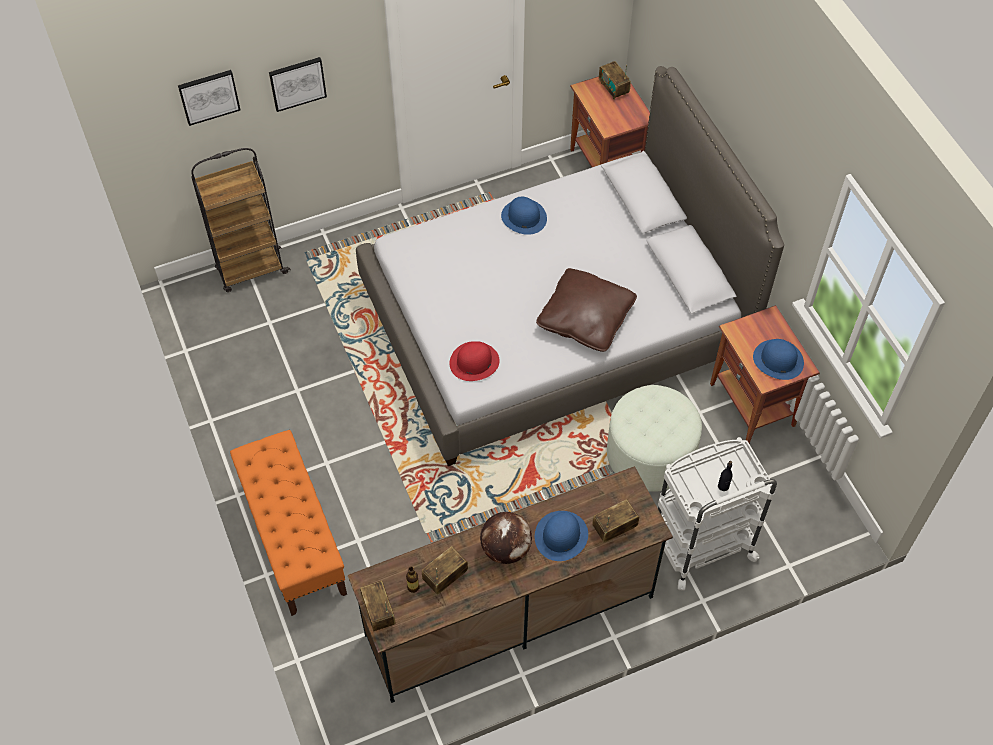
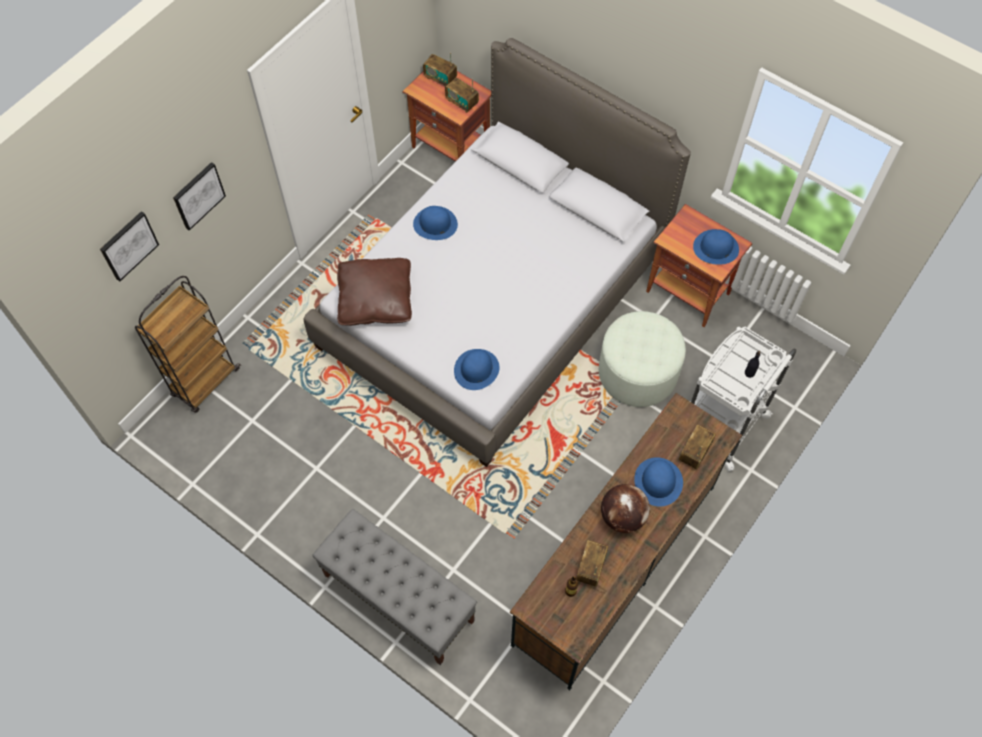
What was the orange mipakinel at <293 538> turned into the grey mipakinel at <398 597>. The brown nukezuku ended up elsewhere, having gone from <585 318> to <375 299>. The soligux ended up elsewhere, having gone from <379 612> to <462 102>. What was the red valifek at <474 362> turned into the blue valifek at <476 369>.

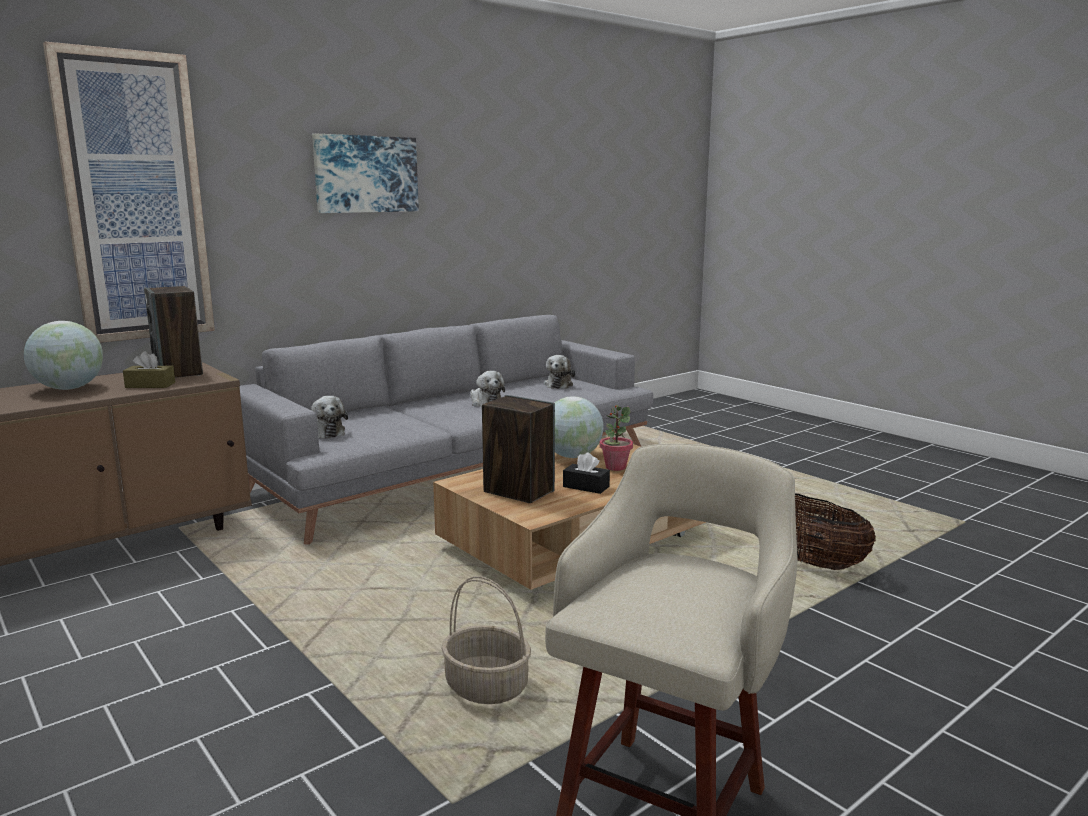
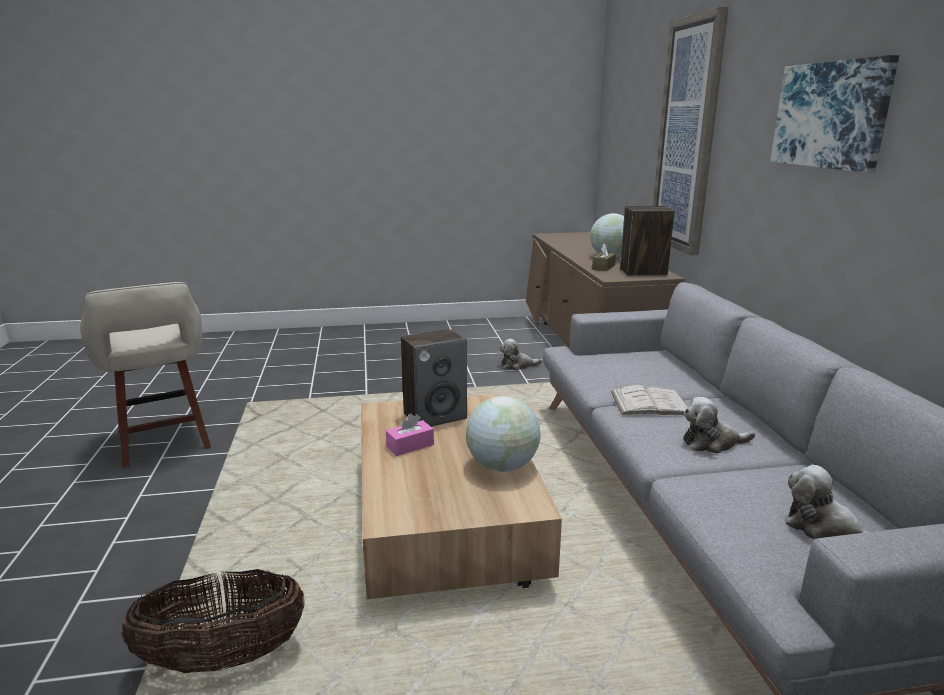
What was the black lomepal at <586 487> turned into the pink lomepal at <410 446>. The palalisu ended up elsewhere, having gone from <326 432> to <517 365>. The second view gained the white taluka at <650 403>. The second view lost the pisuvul at <488 687>. The second view lost the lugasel at <615 467>.

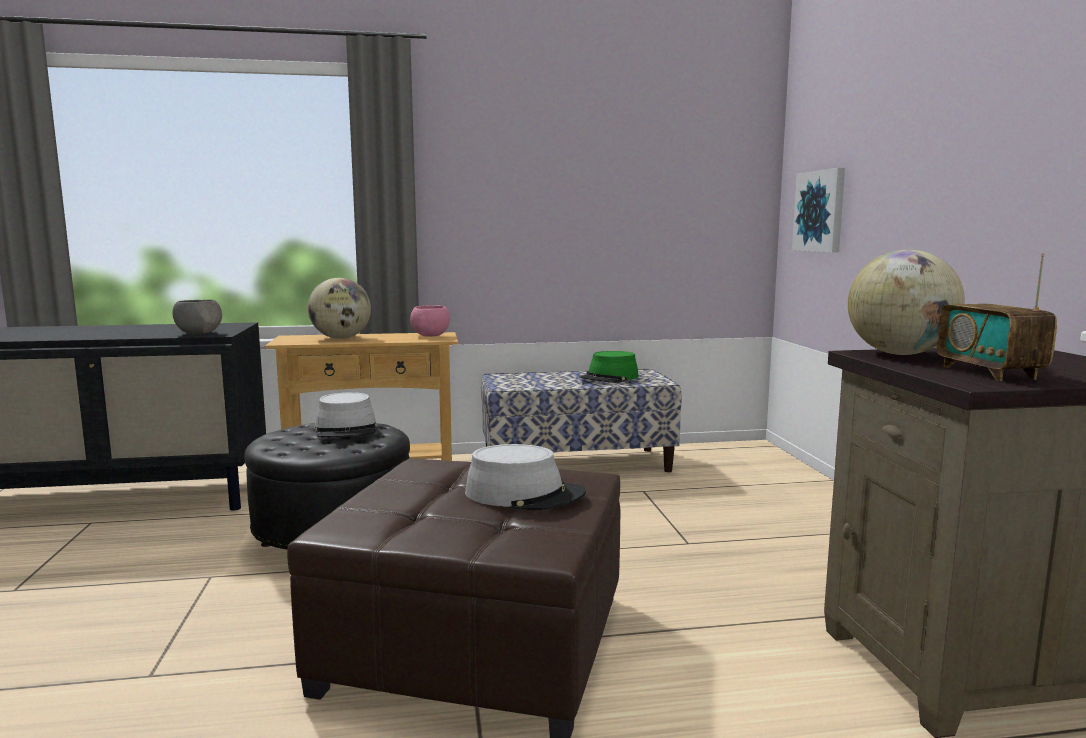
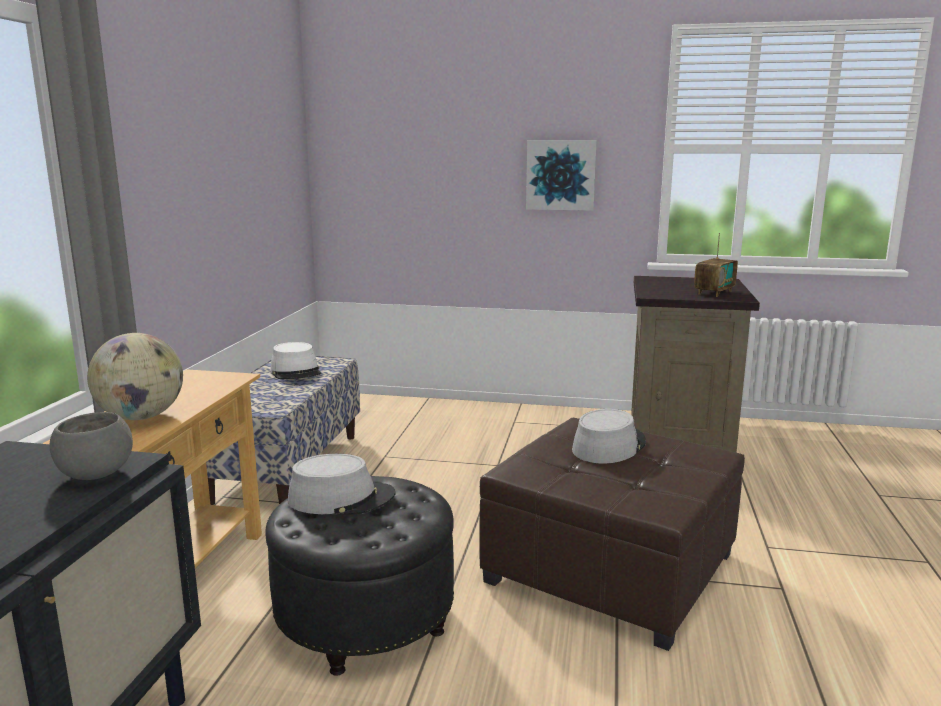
What was the green valifek at <609 378> turned into the white valifek at <296 371>. The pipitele ended up elsewhere, having gone from <820 211> to <560 175>. The soligux at <989 372> ended up facing another way, 60 degrees counterclockwise from before. The second view lost the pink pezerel at <430 336>. The second view lost the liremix at <900 354>.

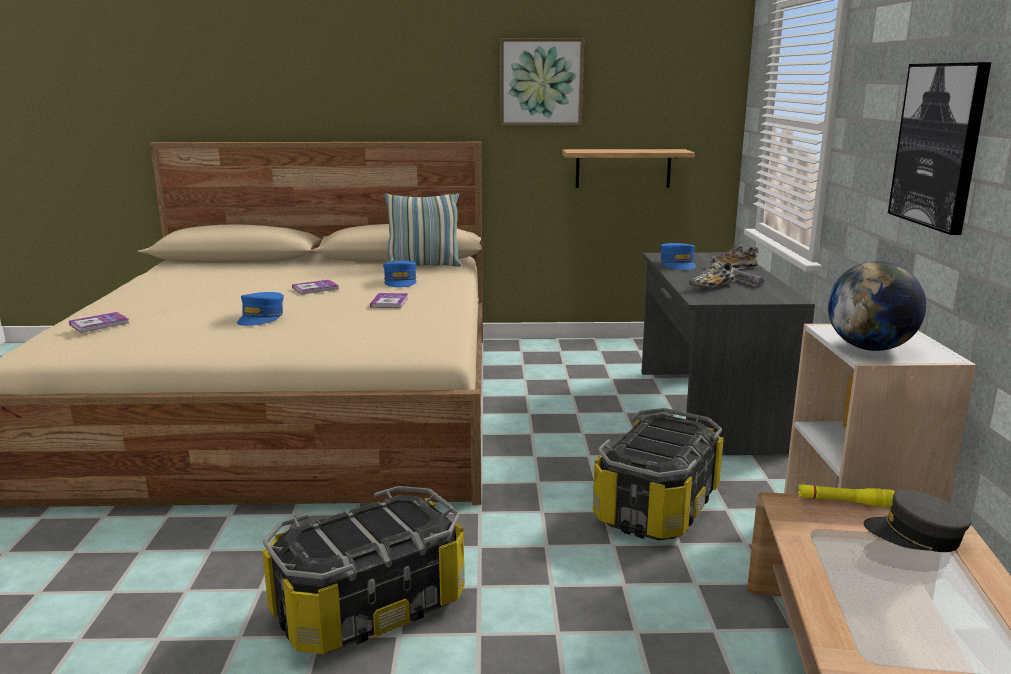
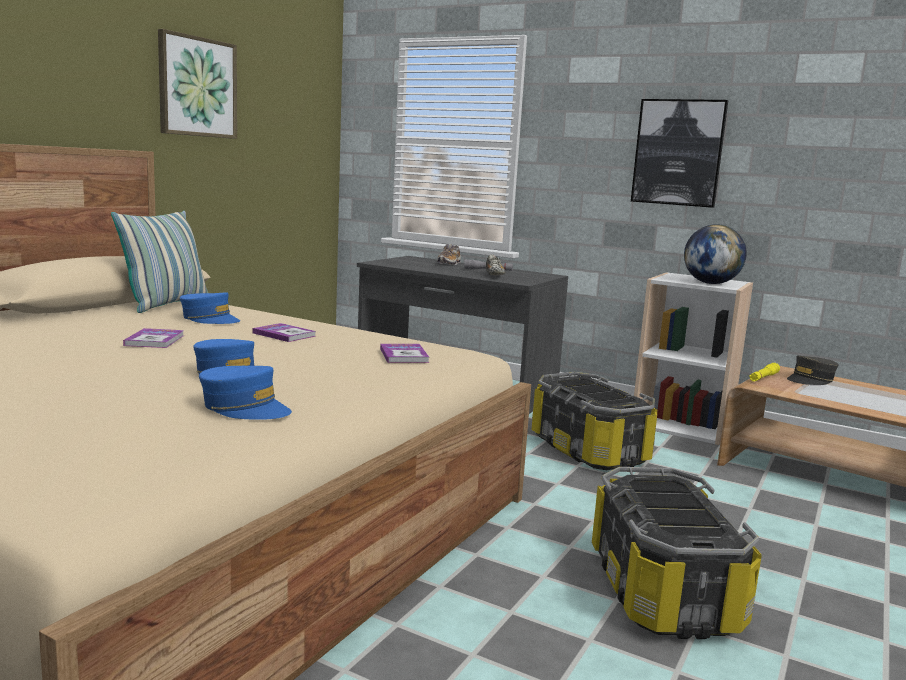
The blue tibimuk ended up elsewhere, having gone from <678 264> to <245 408>. The taluka ended up elsewhere, having gone from <99 324> to <404 355>. The second view lost the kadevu at <623 168>.

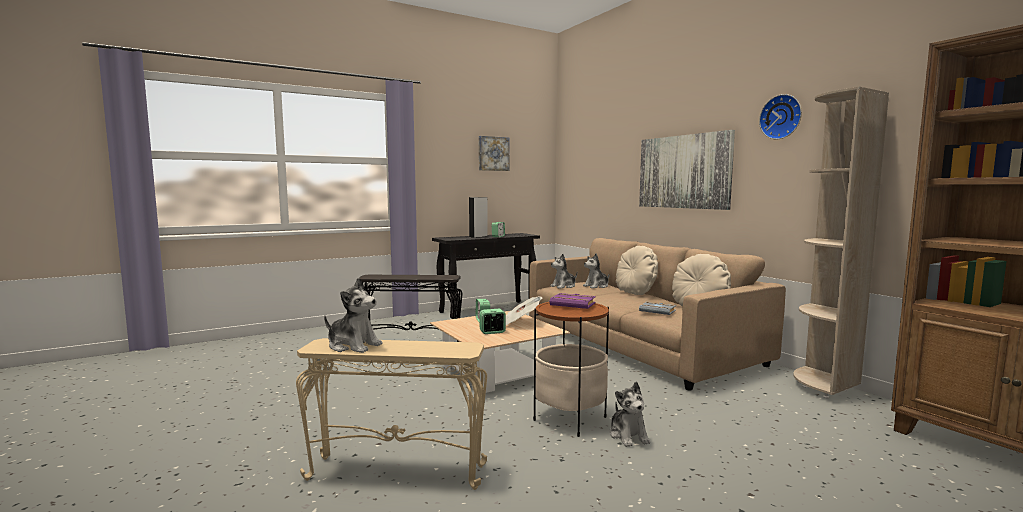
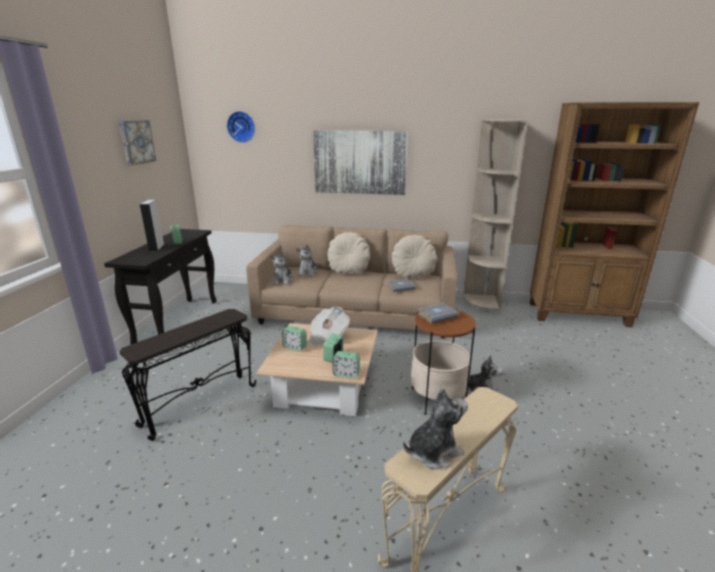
The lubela ended up elsewhere, having gone from <781 117> to <242 127>. The second view gained the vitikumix at <346 374>. What was the purple taluka at <574 304> turned into the grey taluka at <437 315>.

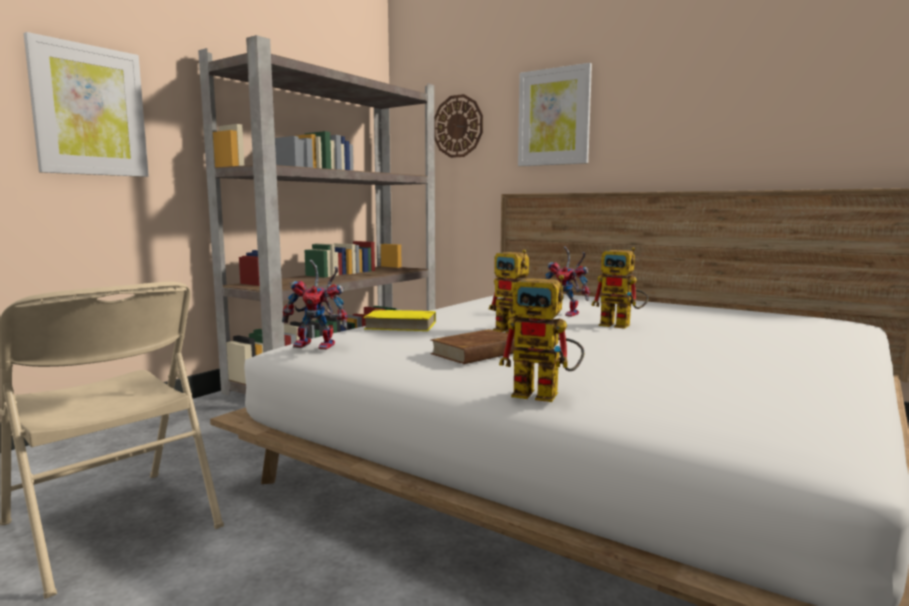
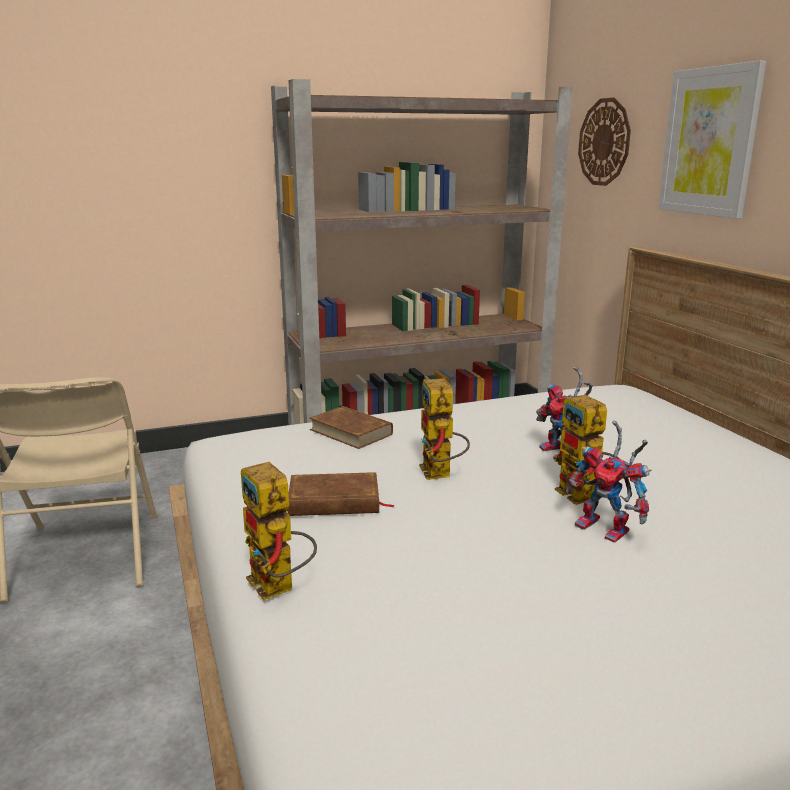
What was the yellow taluka at <400 325> turned into the brown taluka at <351 432>. The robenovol ended up elsewhere, having gone from <319 345> to <608 529>. The second view lost the pipitele at <89 111>.

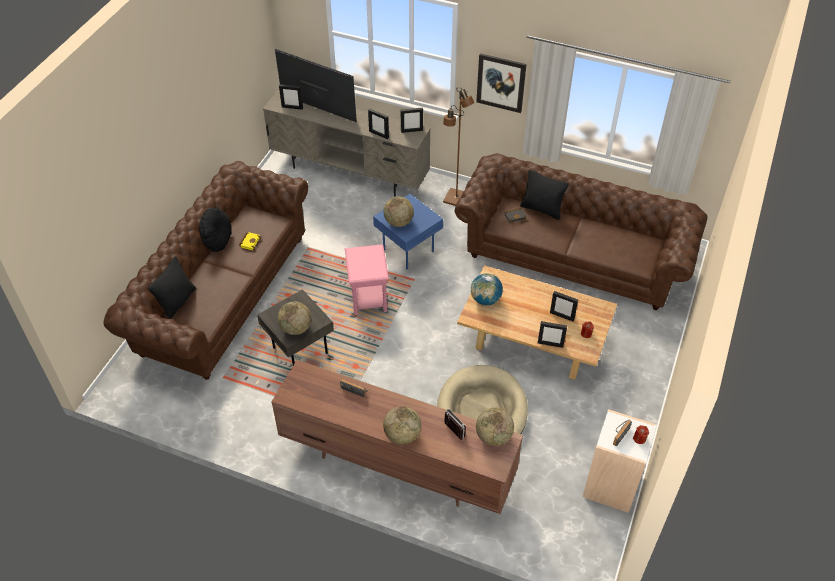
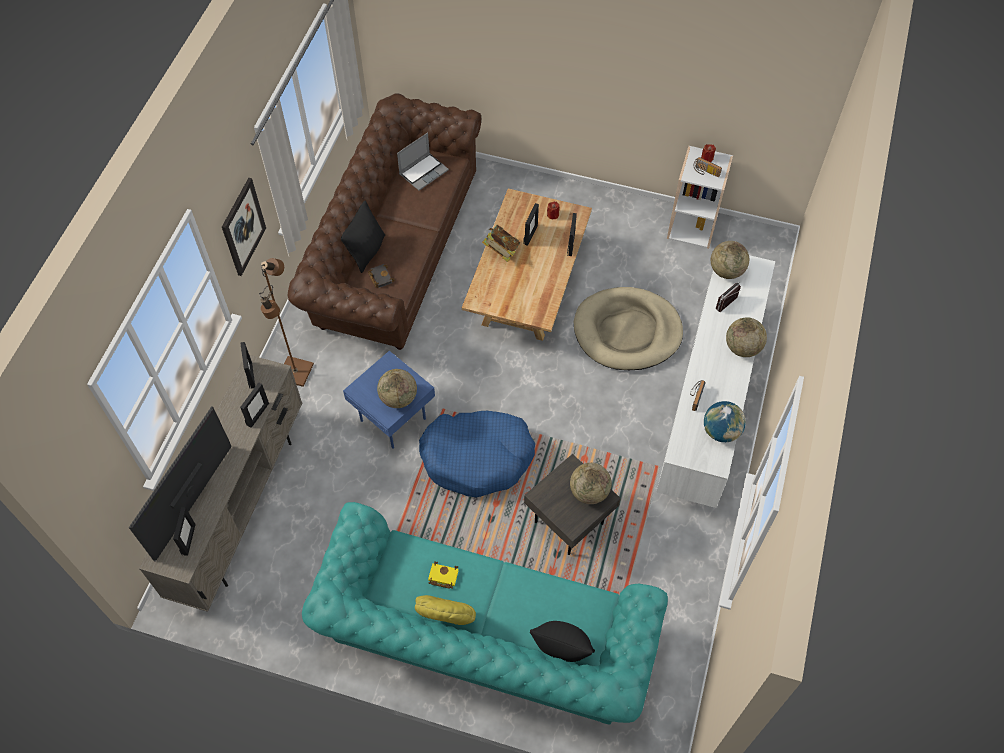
What was the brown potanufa at <220 293> turned into the turquoise potanufa at <484 639>. The second view gained the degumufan at <423 172>. What was the black nukezuku at <218 242> turned into the yellow nukezuku at <446 619>. Where the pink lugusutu stood at <367 298>, the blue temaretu came to stand at <477 457>. The second view gained the taluka at <501 251>. What was the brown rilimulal at <395 466> turned into the white rilimulal at <708 405>. The liremix ended up elsewhere, having gone from <485 299> to <721 431>.

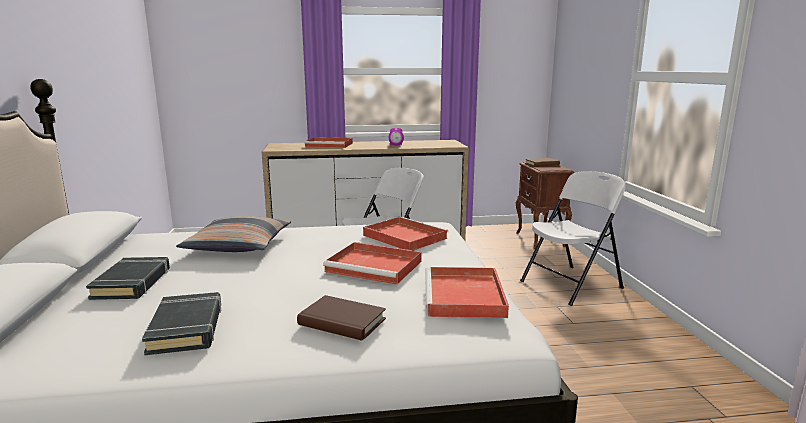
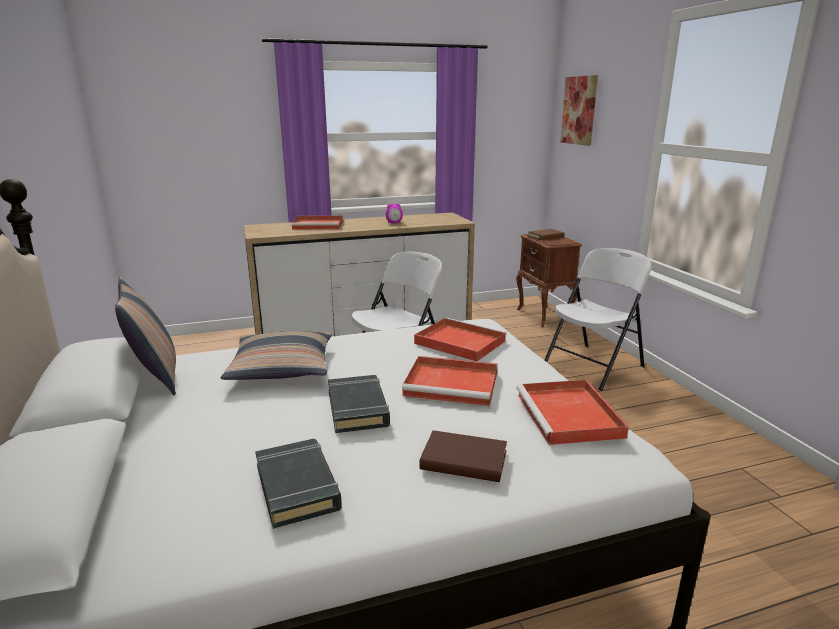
The second view gained the nukezuku at <155 376>. The black taluka ended up elsewhere, having gone from <132 283> to <358 408>. The second view gained the pipitele at <579 110>.

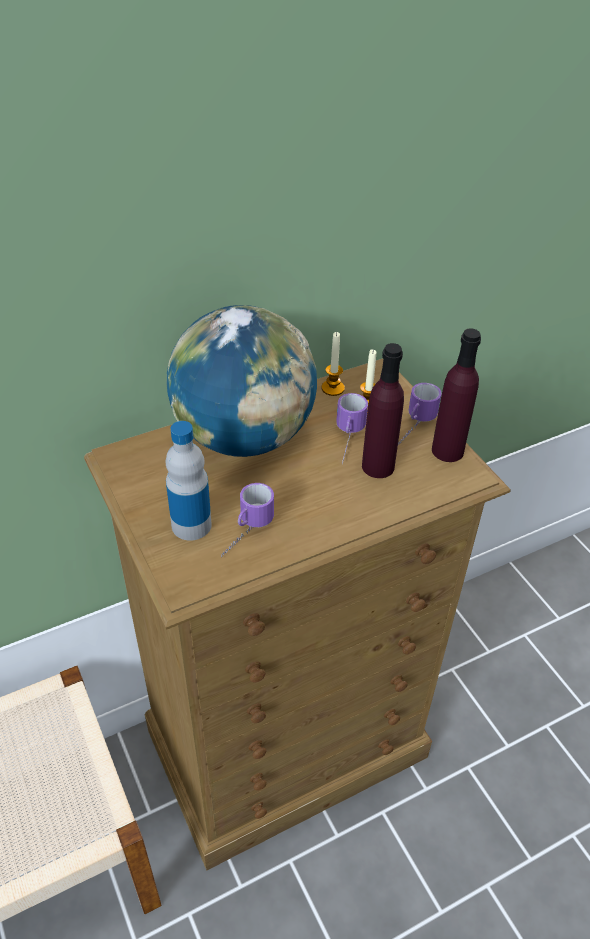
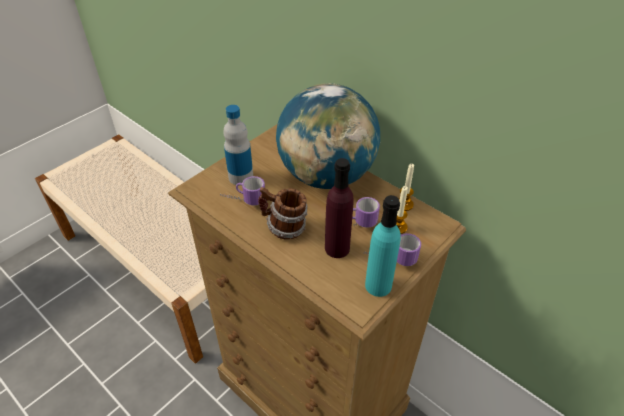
The second view gained the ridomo at <284 228>. What was the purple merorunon at <447 450> turned into the turquoise merorunon at <378 285>.

